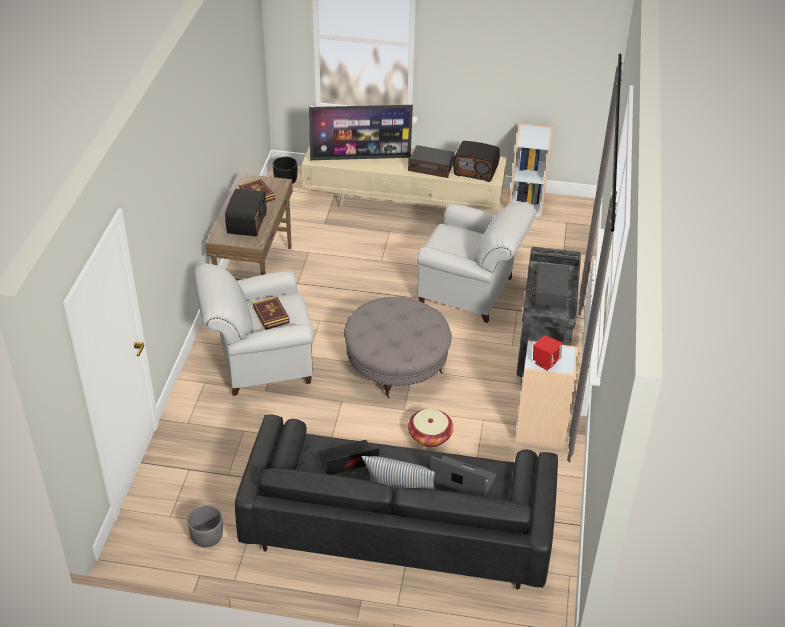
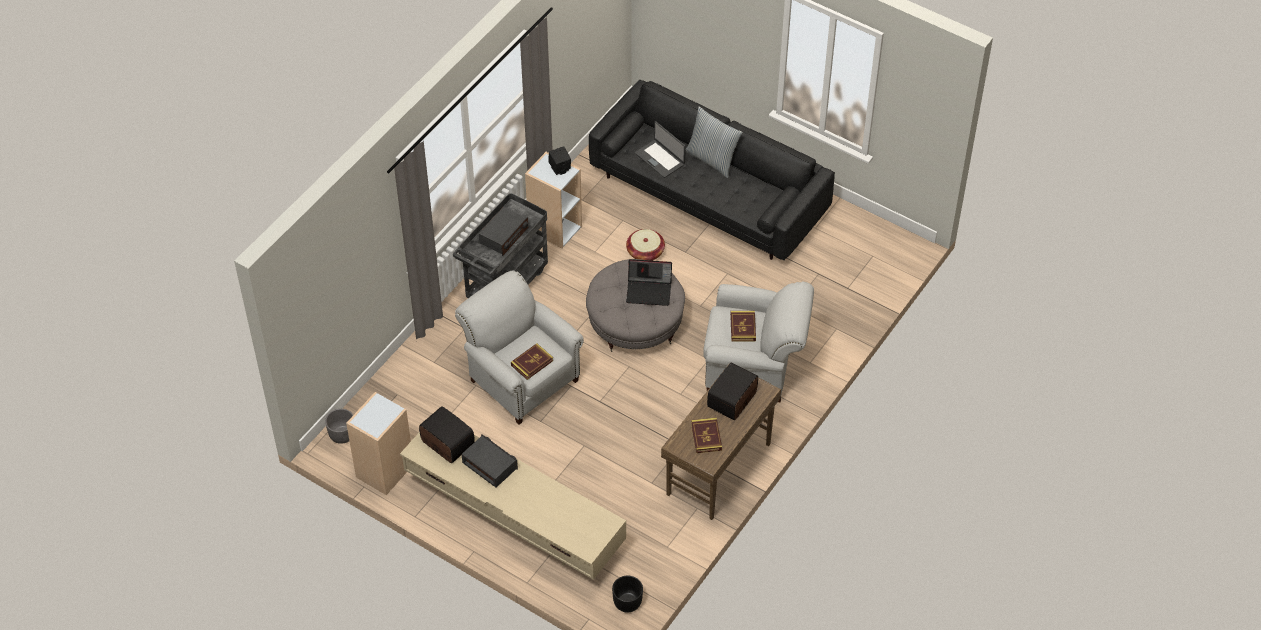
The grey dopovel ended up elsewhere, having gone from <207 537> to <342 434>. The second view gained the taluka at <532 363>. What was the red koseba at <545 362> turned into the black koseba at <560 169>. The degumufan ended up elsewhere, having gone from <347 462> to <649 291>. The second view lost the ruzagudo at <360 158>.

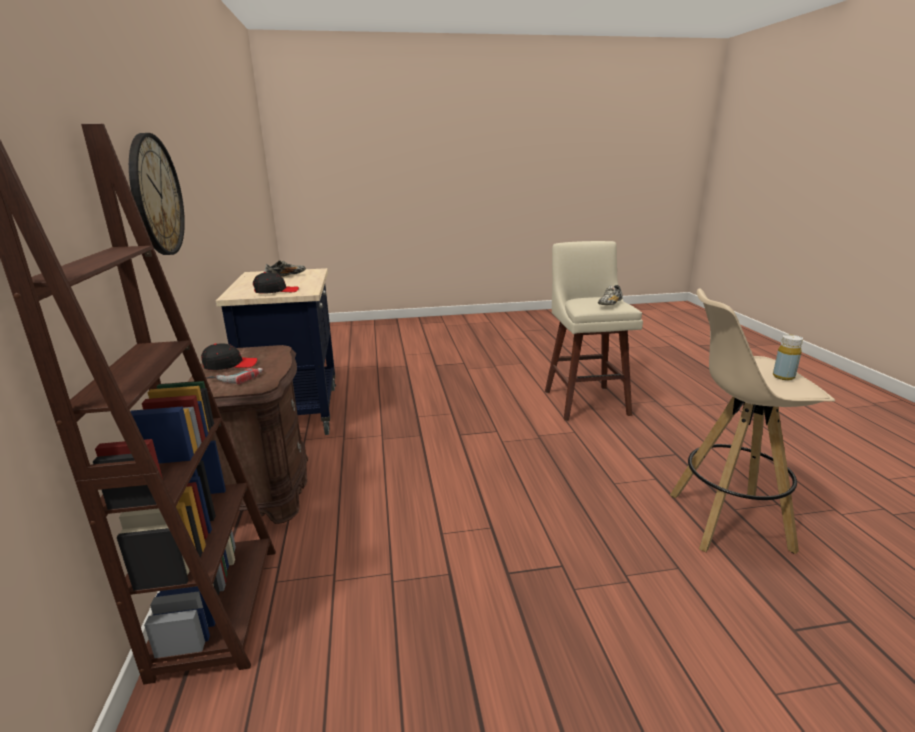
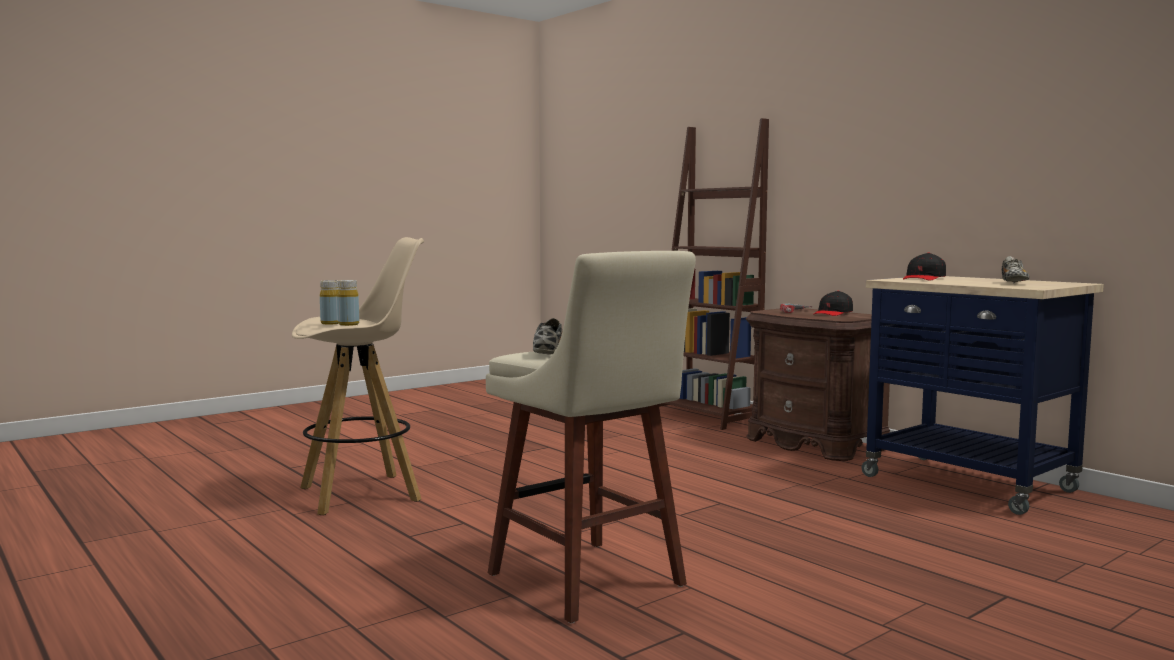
The second view gained the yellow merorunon at <348 324>. The second view lost the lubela at <156 196>.

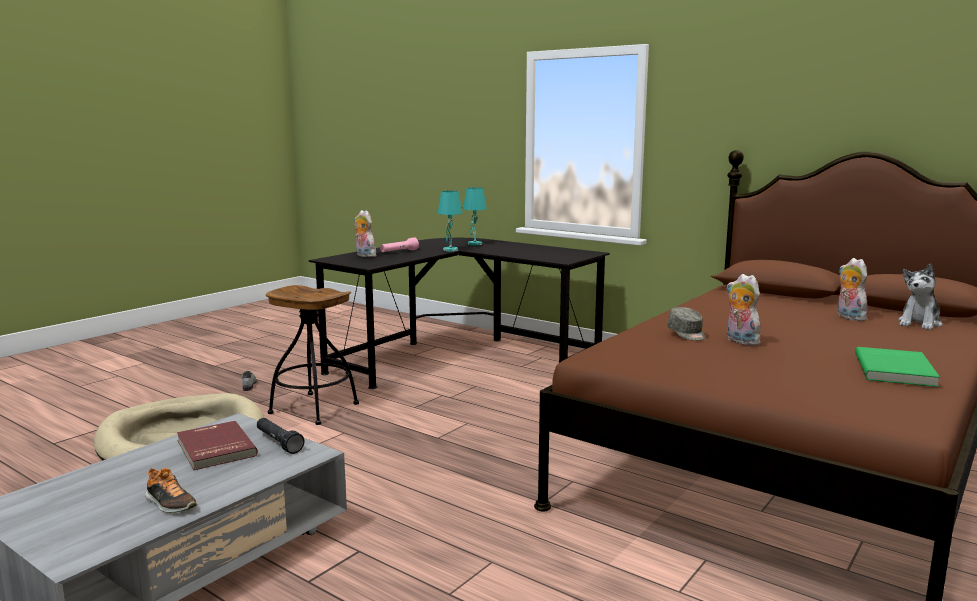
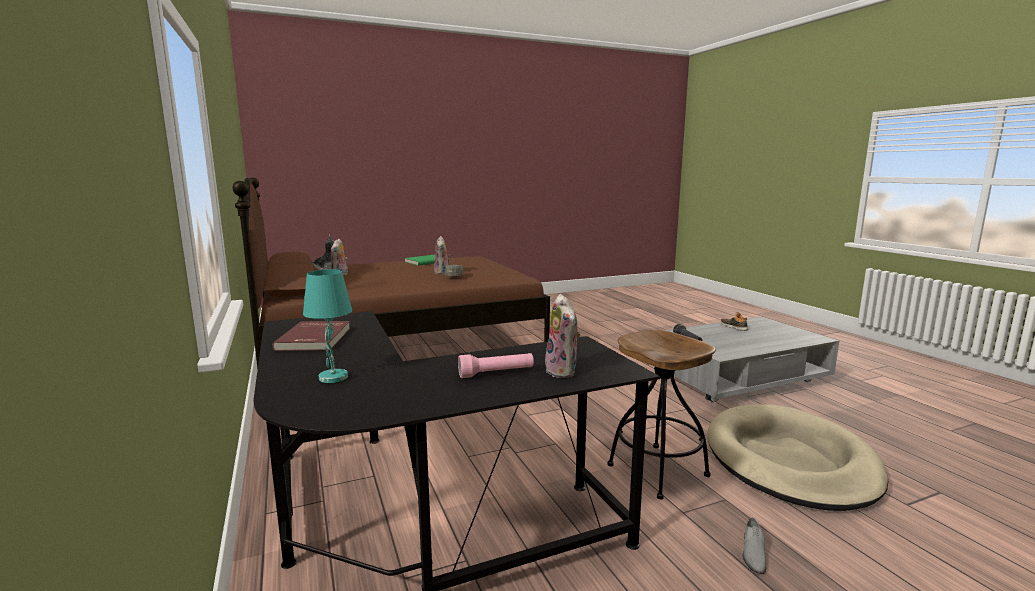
The red taluka ended up elsewhere, having gone from <214 448> to <315 339>. The second view lost the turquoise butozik at <450 250>.

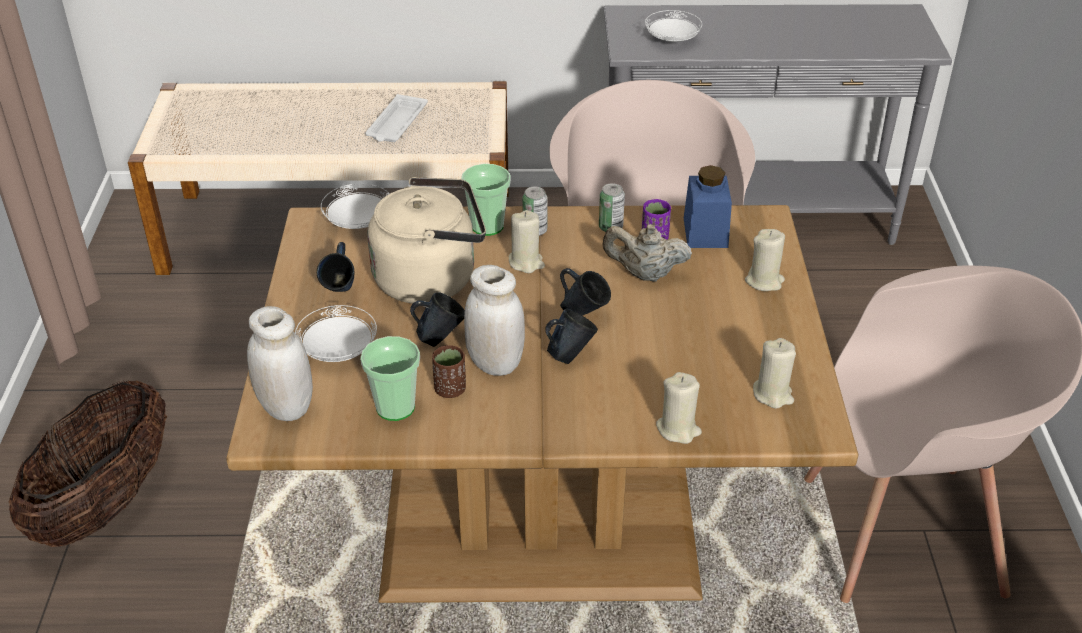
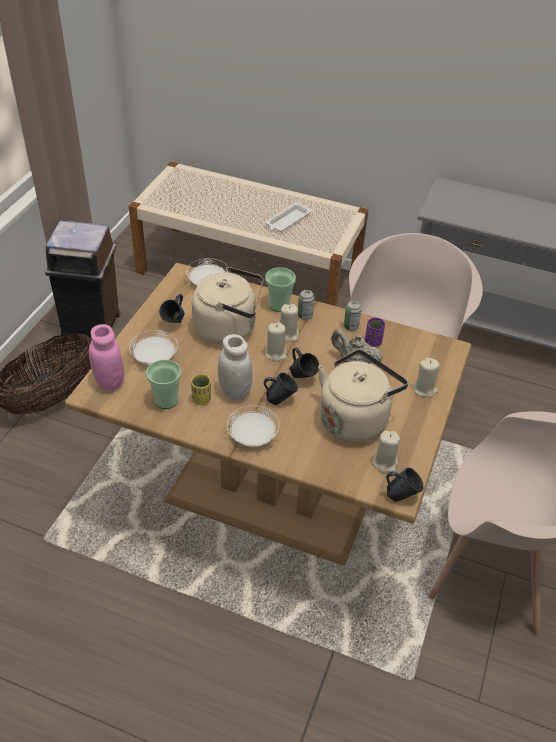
The second view gained the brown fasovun at <92 325>. What was the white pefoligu at <286 407> turned into the pink pefoligu at <109 382>. What was the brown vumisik at <450 389> turned into the yellow vumisik at <201 399>. The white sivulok ended up elsewhere, having gone from <672 40> to <253 436>. The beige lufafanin ended up elsewhere, having gone from <678 429> to <276 353>. The second view gained the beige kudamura at <355 418>. The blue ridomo ended up elsewhere, having gone from <439 339> to <401 496>. The second view lost the blue pefoligu at <705 232>.

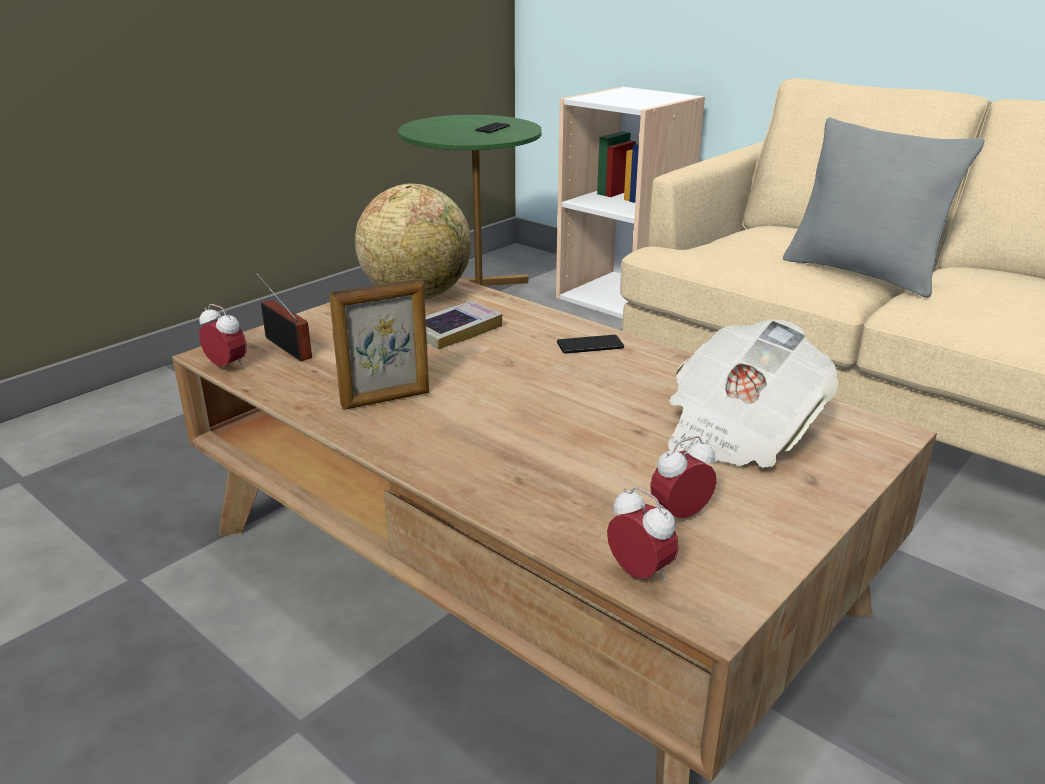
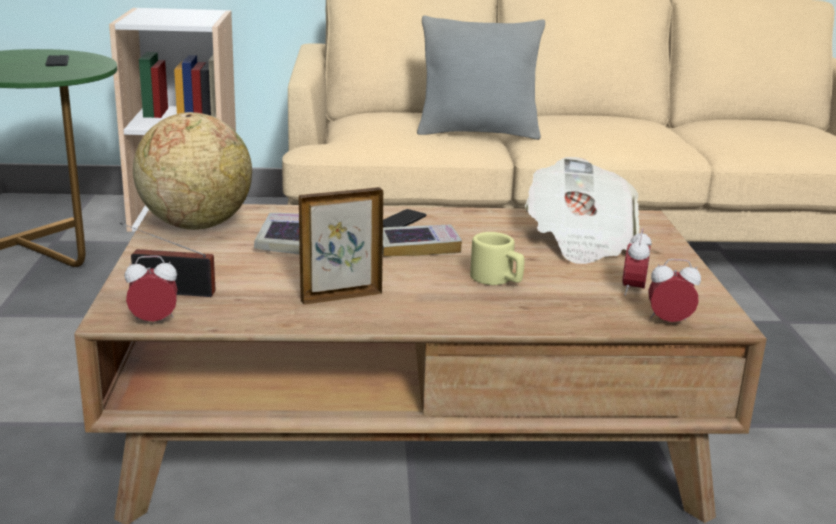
The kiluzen at <386 399> ended up facing another way, 135 degrees counterclockwise from before. The second view gained the taluka at <418 246>. The second view gained the beige ridomo at <497 280>.

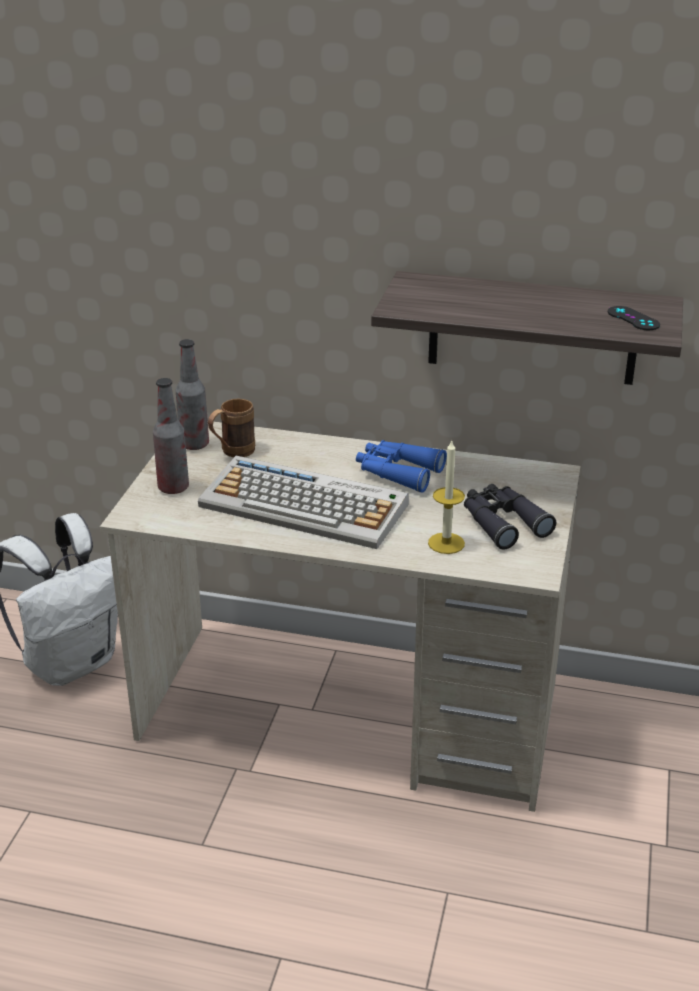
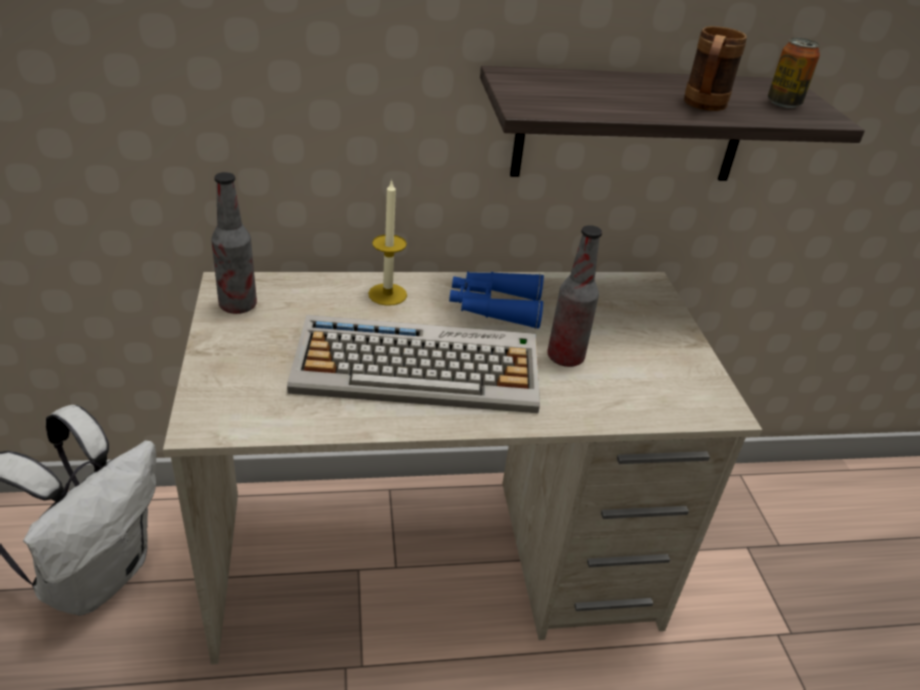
The lufafanin ended up elsewhere, having gone from <446 543> to <387 294>. The merorunon ended up elsewhere, having gone from <173 488> to <565 357>. The brown ridomo ended up elsewhere, having gone from <232 453> to <702 106>. Where the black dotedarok stood at <633 319>, the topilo came to stand at <783 103>. The second view lost the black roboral at <502 522>.

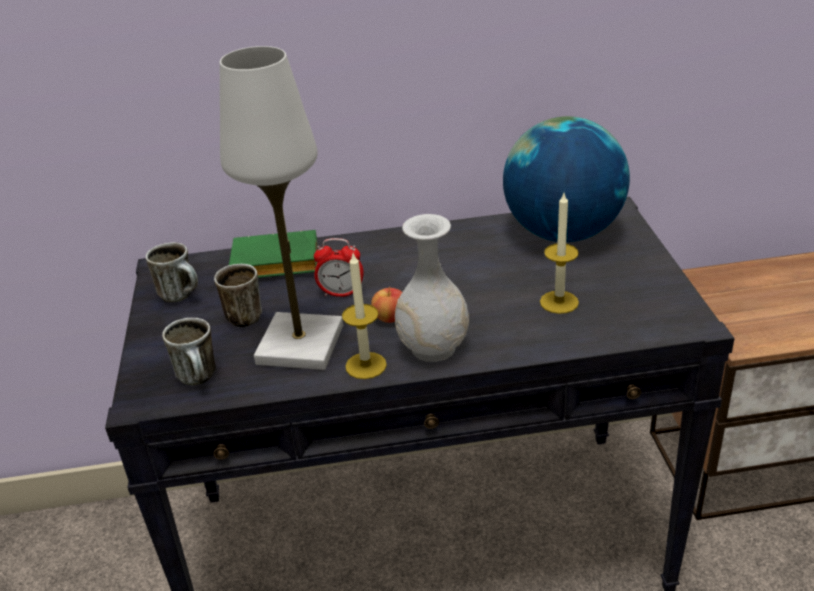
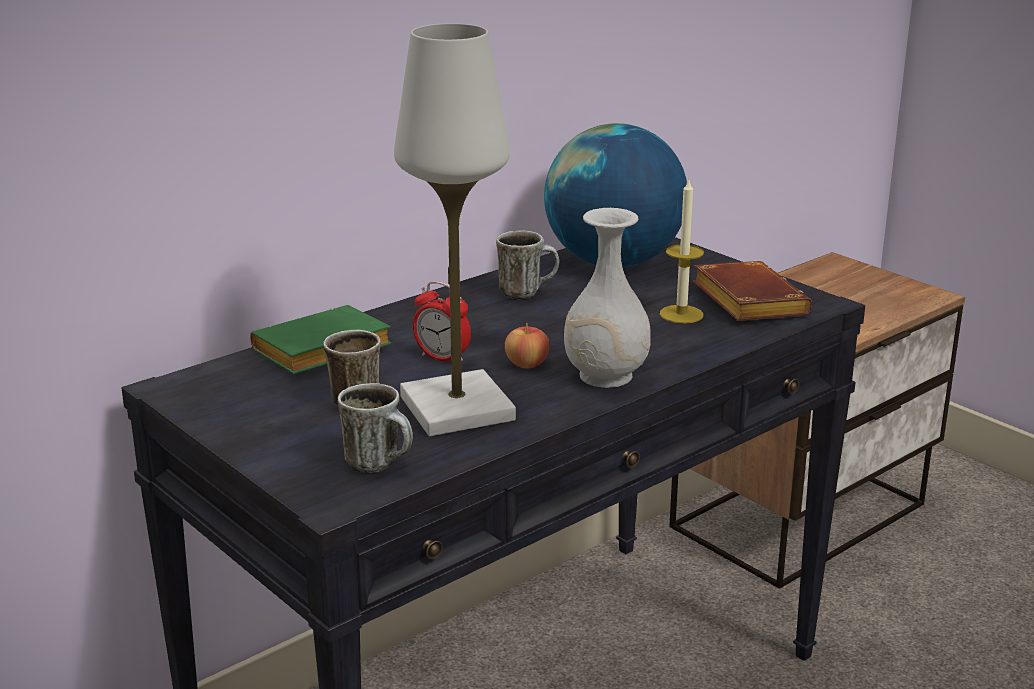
The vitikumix at <341 293> ended up facing another way, 60 degrees clockwise from before. The ridomo ended up elsewhere, having gone from <182 296> to <527 292>. The second view gained the brown taluka at <745 301>. The second view lost the lufafanin at <366 365>.

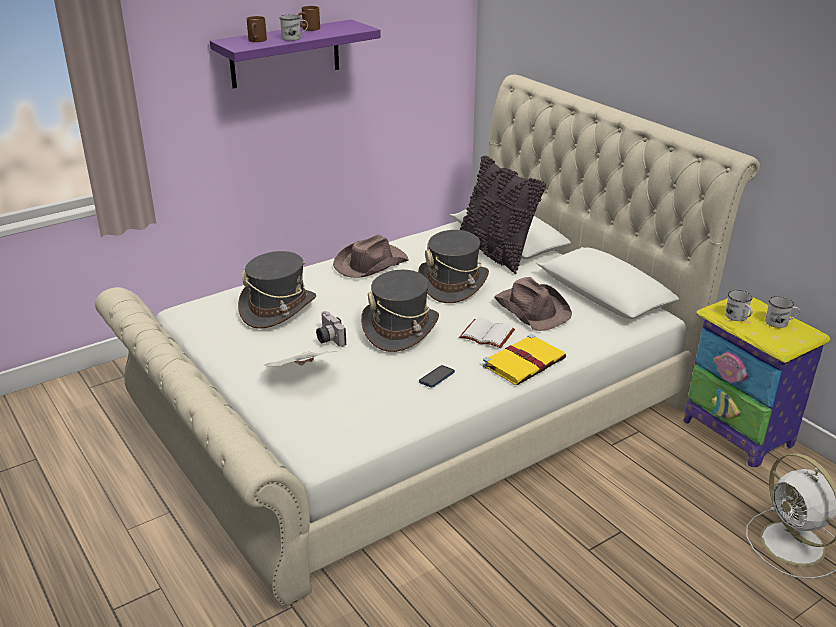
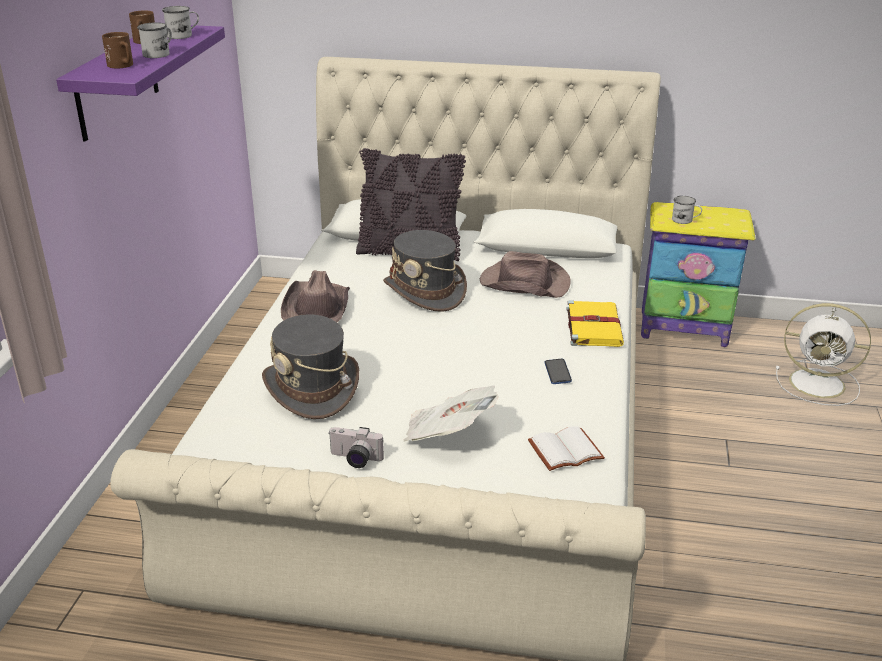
The white ridomo ended up elsewhere, having gone from <780 323> to <183 35>. The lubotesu ended up elsewhere, having gone from <328 338> to <354 460>. The white taluka ended up elsewhere, having gone from <485 335> to <565 452>. The second view lost the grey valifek at <400 329>.

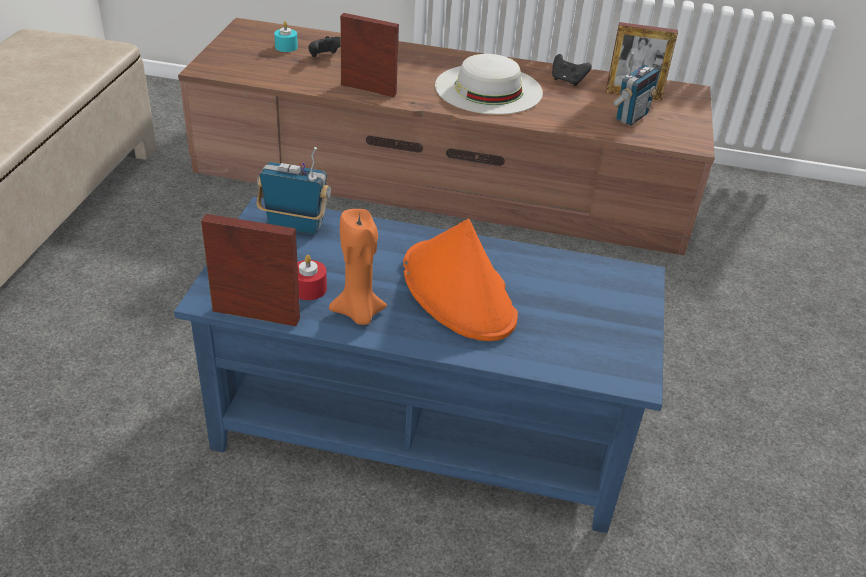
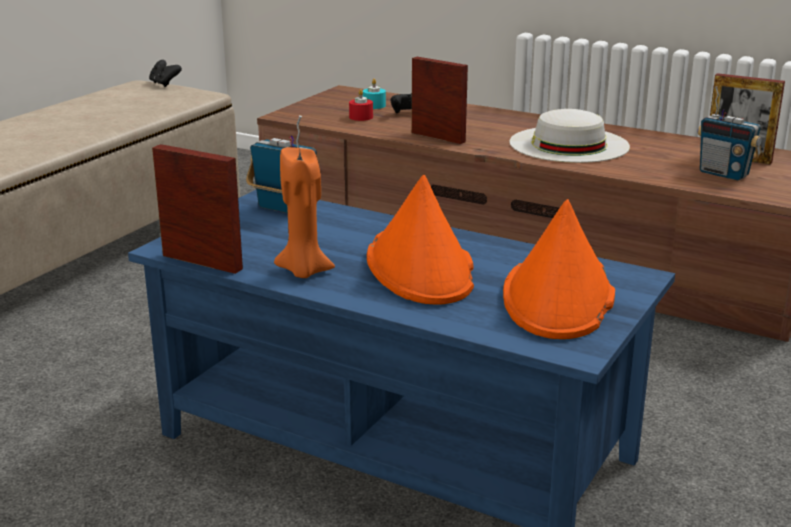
The black dotedarok ended up elsewhere, having gone from <567 81> to <164 84>. The red lufafanin ended up elsewhere, having gone from <309 289> to <361 117>. The second view gained the orange valifek at <558 297>. The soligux at <631 117> ended up facing another way, 75 degrees clockwise from before.

